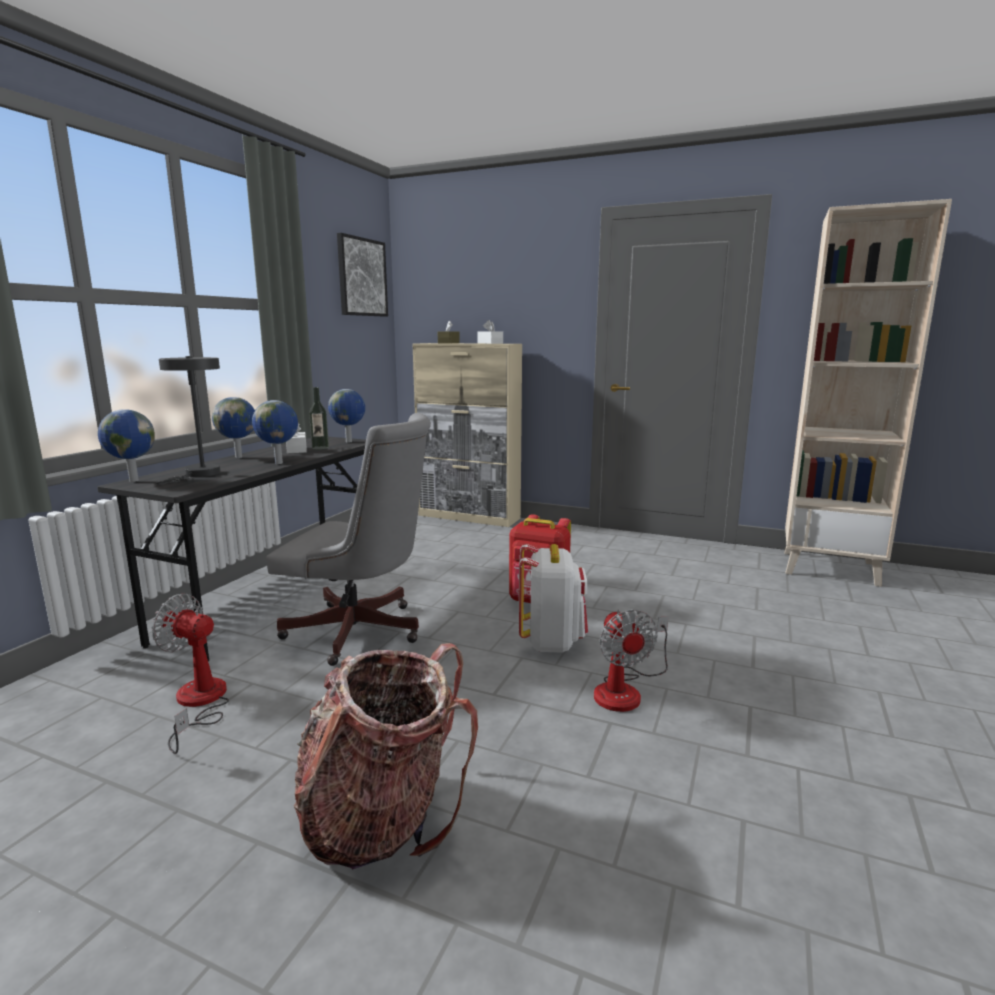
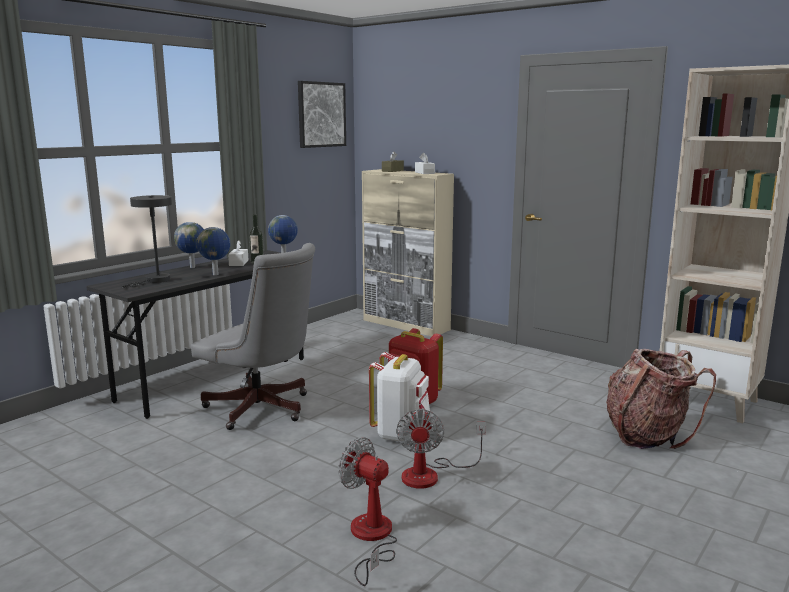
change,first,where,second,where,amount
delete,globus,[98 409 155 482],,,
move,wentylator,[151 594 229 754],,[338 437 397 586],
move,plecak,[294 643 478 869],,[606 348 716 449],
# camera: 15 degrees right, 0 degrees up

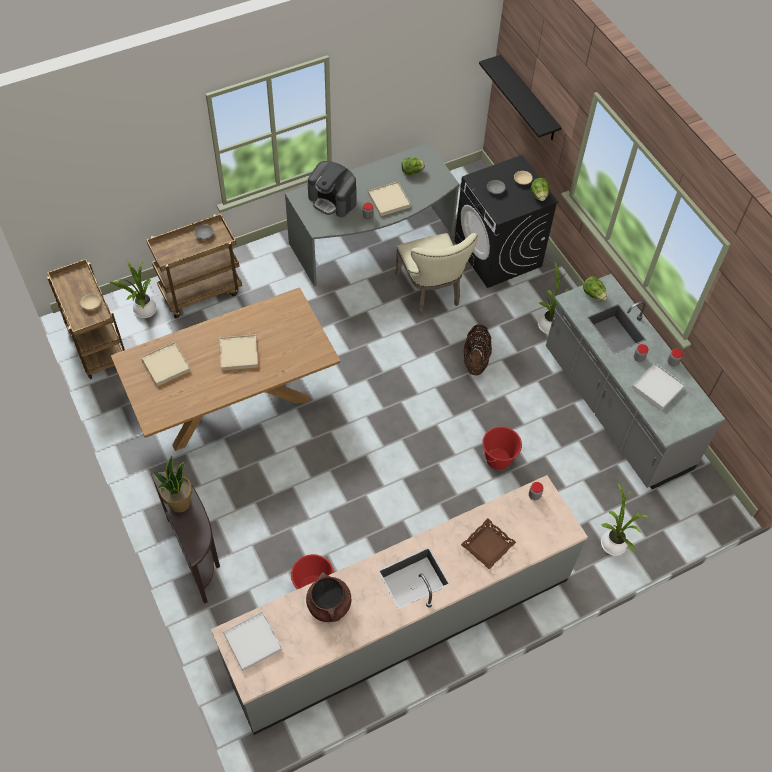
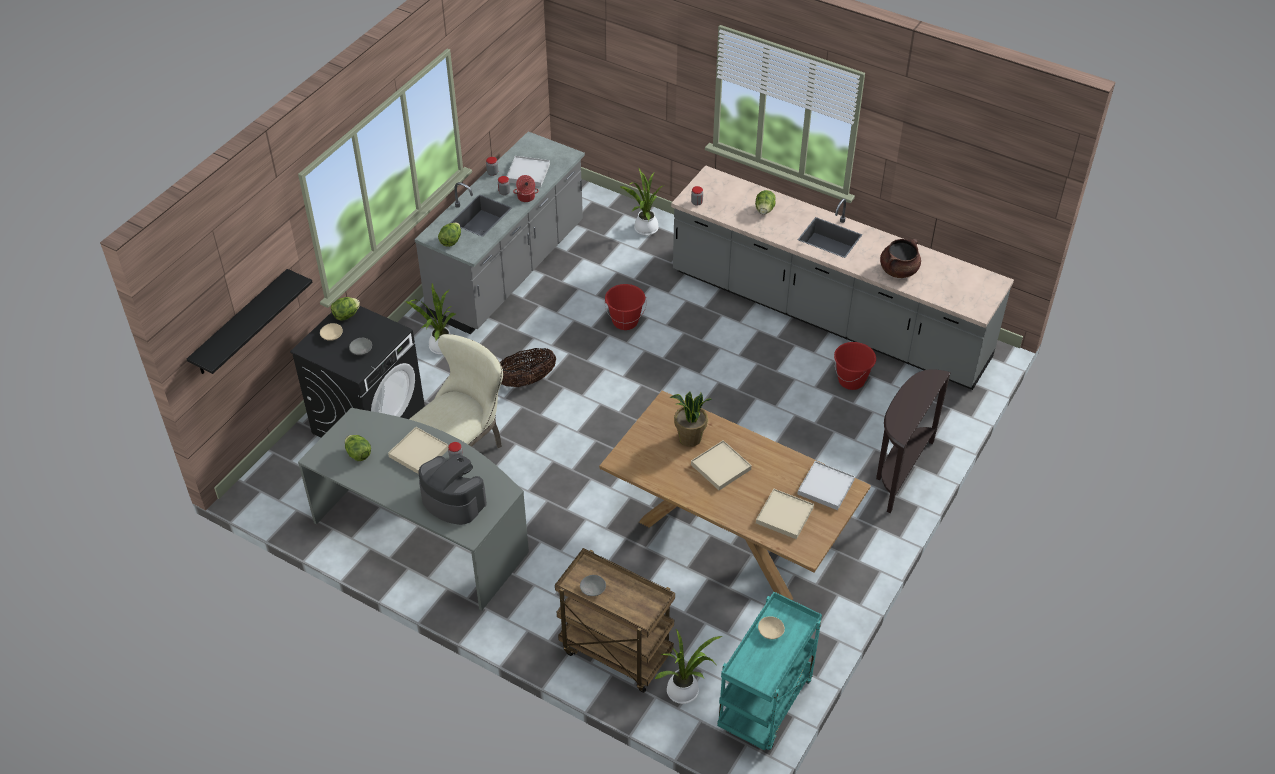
change,first,where,second,where,amount
recolor,wózek (brązowy),[47 259 125 379],wózek (turkusowy),[717 592 822 750],
move,roślina doniczkowa,[153 456 193 513],,[670 391 712 447],
move,taca (biały),[223 611 282 671],,[798 461 855 510],
rotate,ekspres do kawy,[308 161 357 217],,[418 454 487 525],60 degrees counterclockwise
replace,taca (brązowy),[461 518 516 570],sałata,[755 190 776 214],
insert,,,garnek,[513 175 539 202],
# camera: 120 degrees left, 10 degrees down

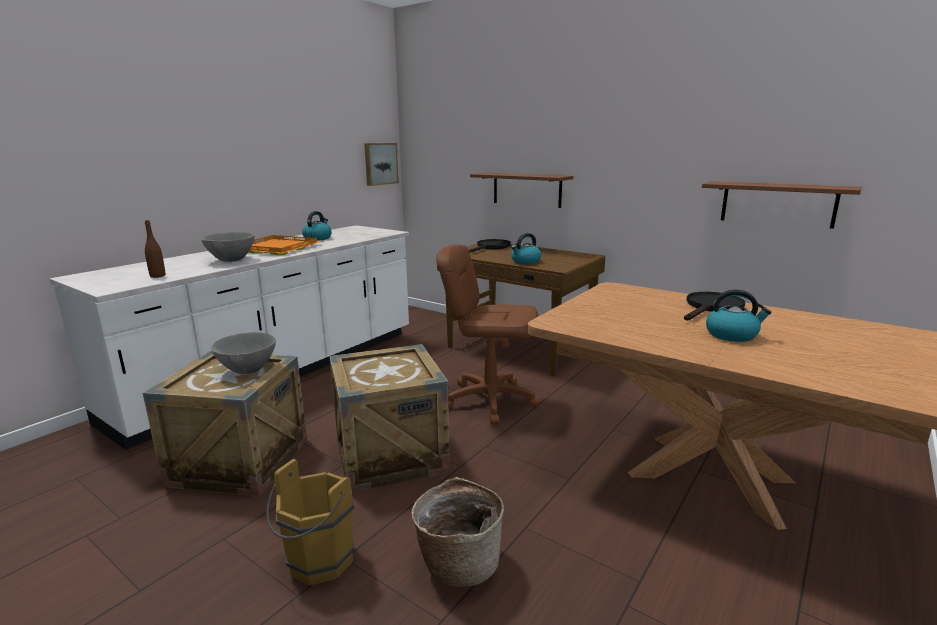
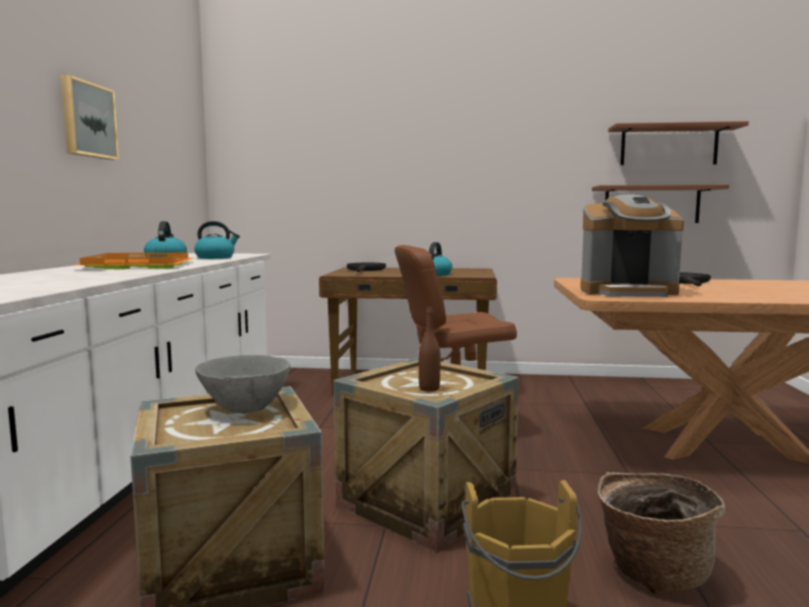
change,first,where,second,where,amount
move,butelka (brązowy),[145 220 165 278],,[419 307 441 392],
delete,miska (szary),[201 232 255 262],,,
move,obraz,[364 143 399 186],,[61 75 119 160],
move,półka (brązowy),[470 173 573 208],,[608 121 749 165],
move,czajnik,[706 289 772 342],,[194 221 240 259],
insert,,,ekspres do kawy,[580 194 684 297],
# camera: 30 degrees left, 10 degrees down

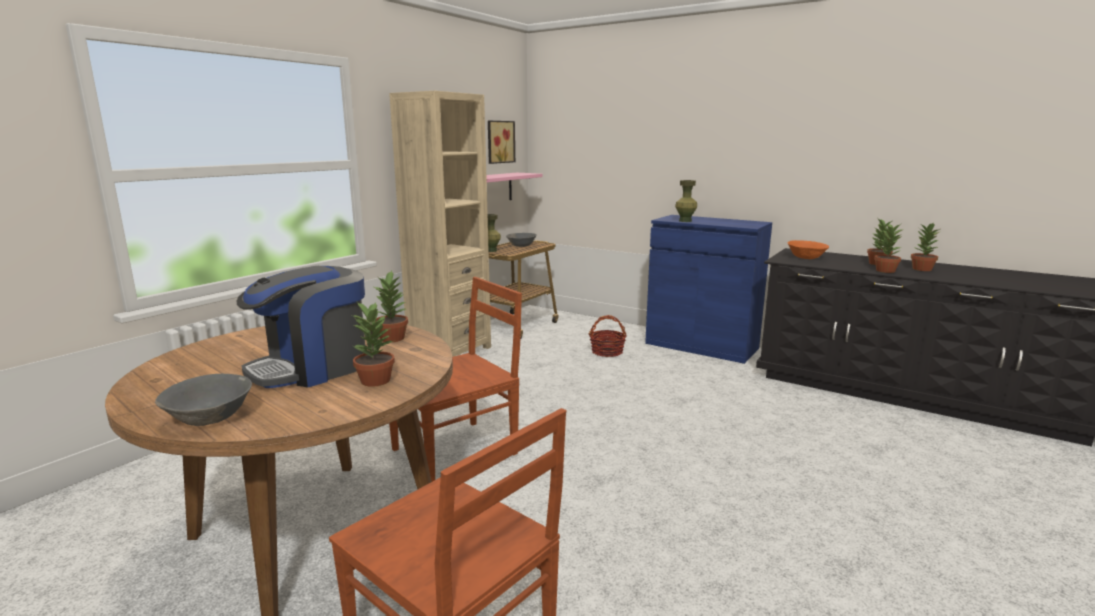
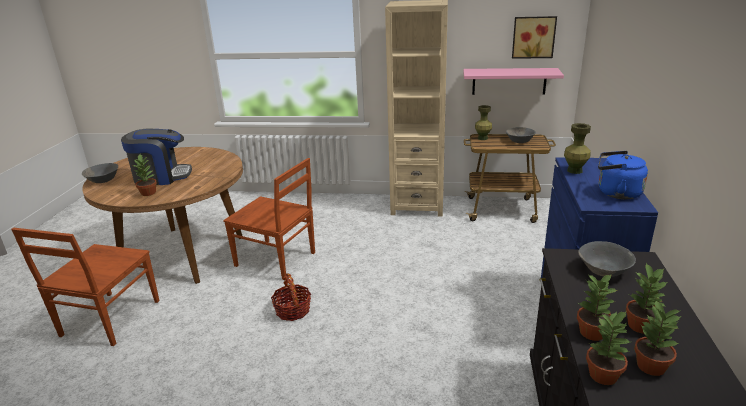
change,first,where,second,where,amount
rotate,ekspres do kawy,[237 266 365 388],,[121 129 192 185],150 degrees clockwise
move,roślina doniczkowa,[374 271 408 342],,[586 311 630 385],
move,koszyk,[589 315 627 357],,[271 273 311 321],
recolor,miska (pomarańczowy),[787 240 829 259],miska (szary),[578 241 636 277],
insert,,,czajnik (niebieski),[598 151 648 199],
# camera: 65 degrees right, 10 degrees up

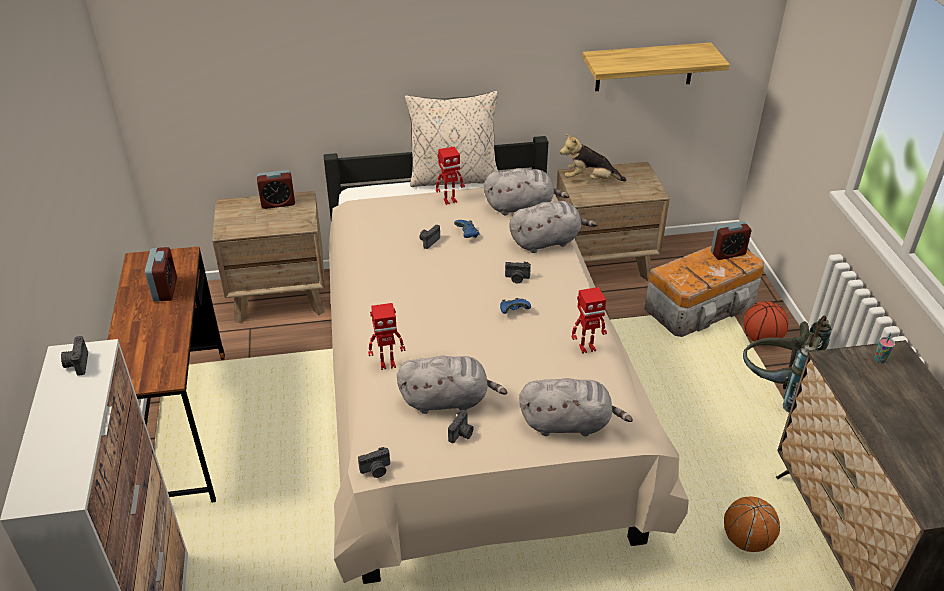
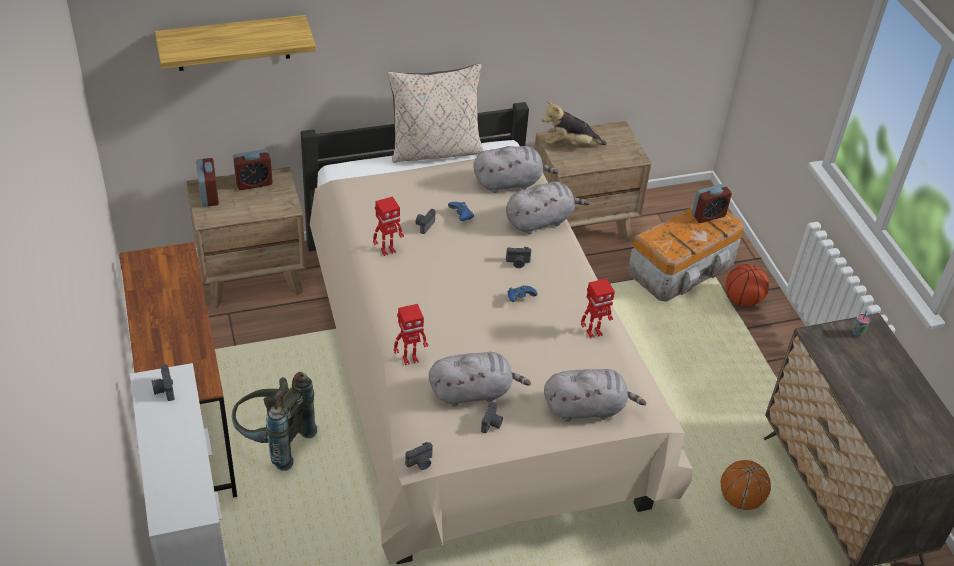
change,first,where,second,where,amount
move,budzik,[145 247 177 302],,[196 158 219 207],
move,robot zabawkowy,[436 147 465 205],,[373 197 404 256],
move,półka,[582 43 730 91],,[155 15 316 71],
move,plecak (szary),[743 316 831 412],,[232 372 317 471],
# camera: 10 degrees left, 5 degrees up

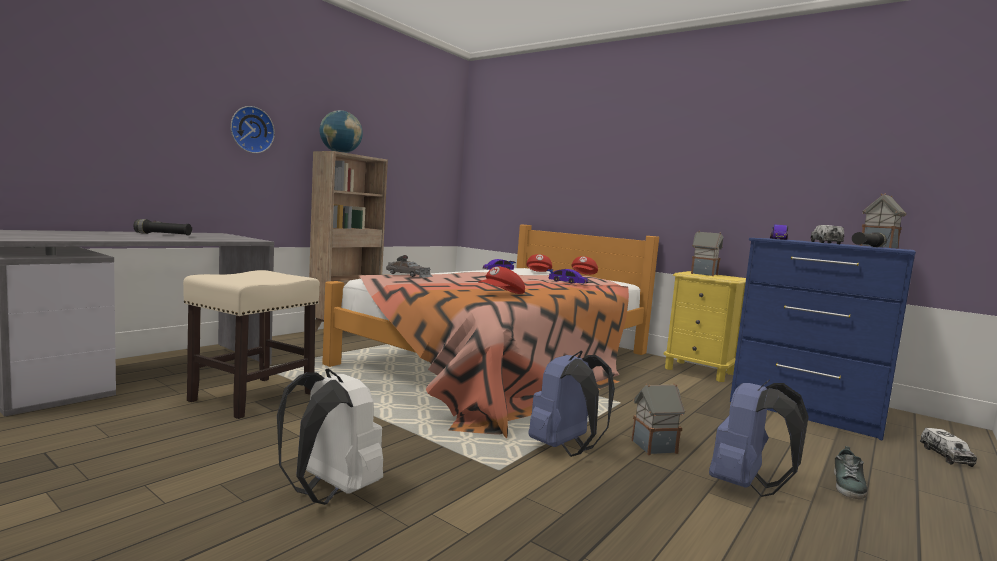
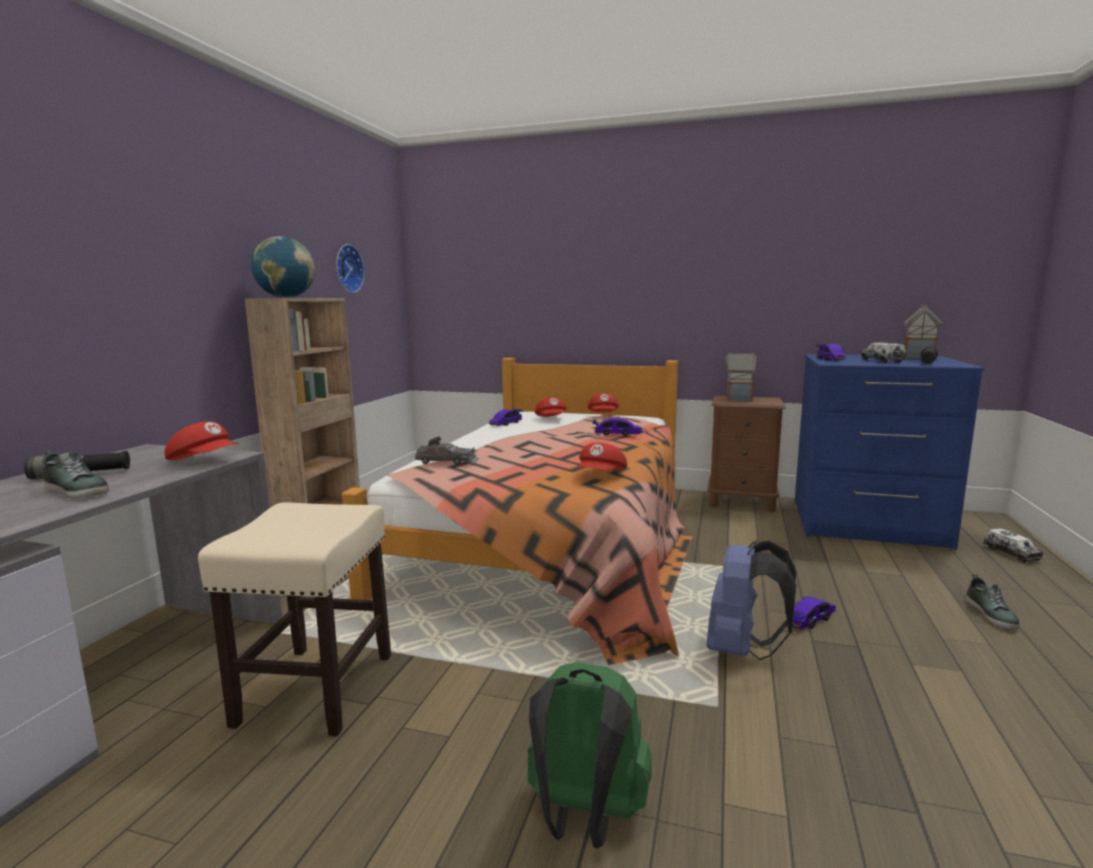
change,first,where,second,where,amount
move,zegar ścienny,[231 106 275 153],,[336 244 365 293],
recolor,plecak (biały),[277 368 383 505],plecak (zielony),[528 662 652 848],
replace,domek,[631 383 685 455],samochodzik,[785 596 836 630],
recolor,szafka nocna (żółty),[664 271 746 382],szafka nocna (brązowy),[708 396 786 512],
delete,plecak (niebieski),[709 379 809 497],,,
insert,,,but,[43 450 109 498],
insert,,,czapka z daszkiem (czerwony),[165 422 238 460],
# camera: 20 degrees left, 5 degrees up

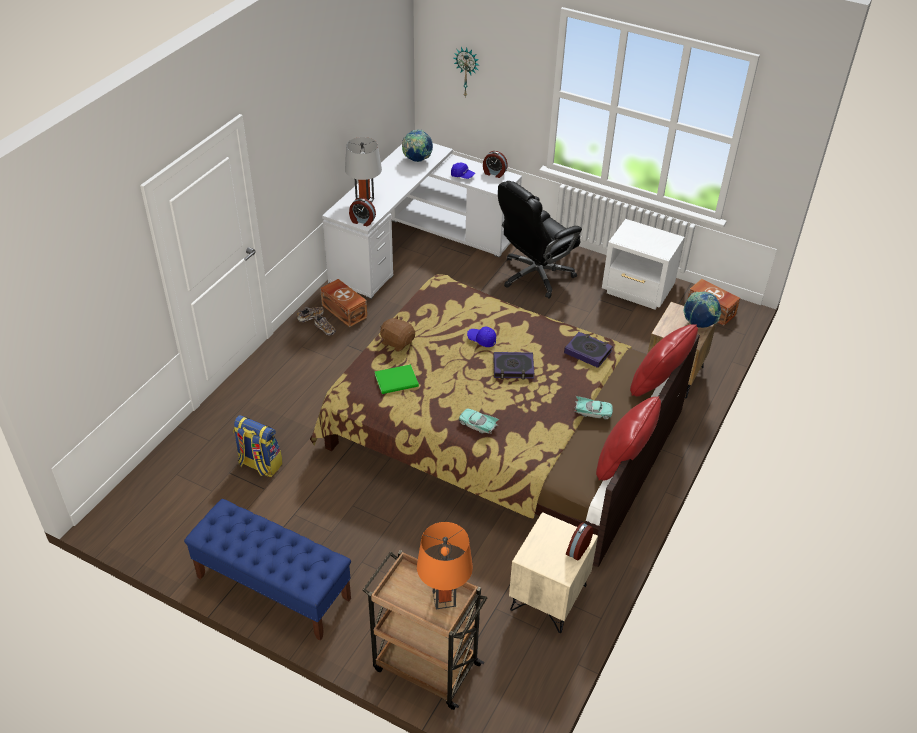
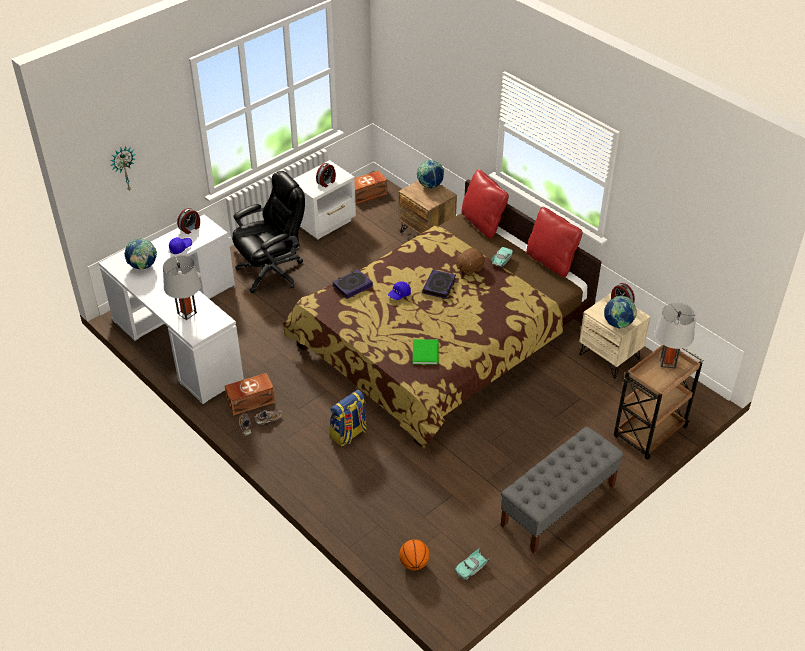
change,first,where,second,where,amount
recolor,ławka (niebieski),[184 499 351 641],ławka (szary),[500 426 624 553],
move,plecak,[233 415 283 477],,[330 390 367 447],
move,budzik,[349 198 376 226],,[316 163 336 188],
move,pluszak (brązowy),[380 315 415 352],,[456 248 485 276],
recolor,lampa stołowa (pomarańczowy),[417 522 473 609],lampa stołowa (szary),[655 303 696 368],
move,samochodzik (turkusowy),[459 408 500 433],,[455 548 490 580],
rotate,krzesło biurowe (czarny),[498 181 582 299],,[232 171 305 293],105 degrees counterclockwise
move,książka,[564 332 613 368],,[332 269 373 299],
insert,,,piłka do koszykówki,[399 539 430 570],
insert,,,globus,[604 296 637 329],
# camera: 70 degrees left, 0 degrees up

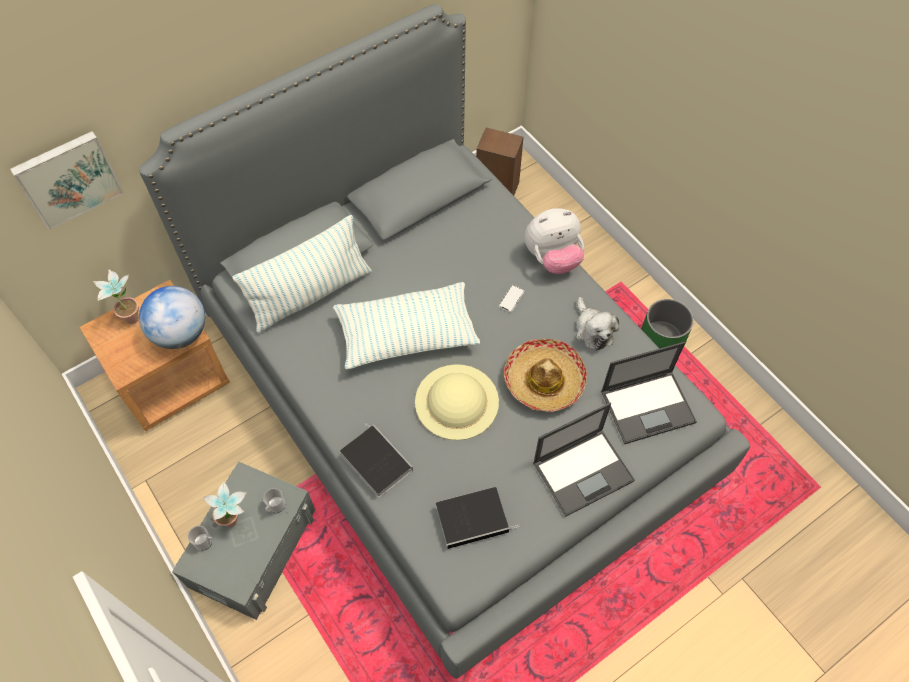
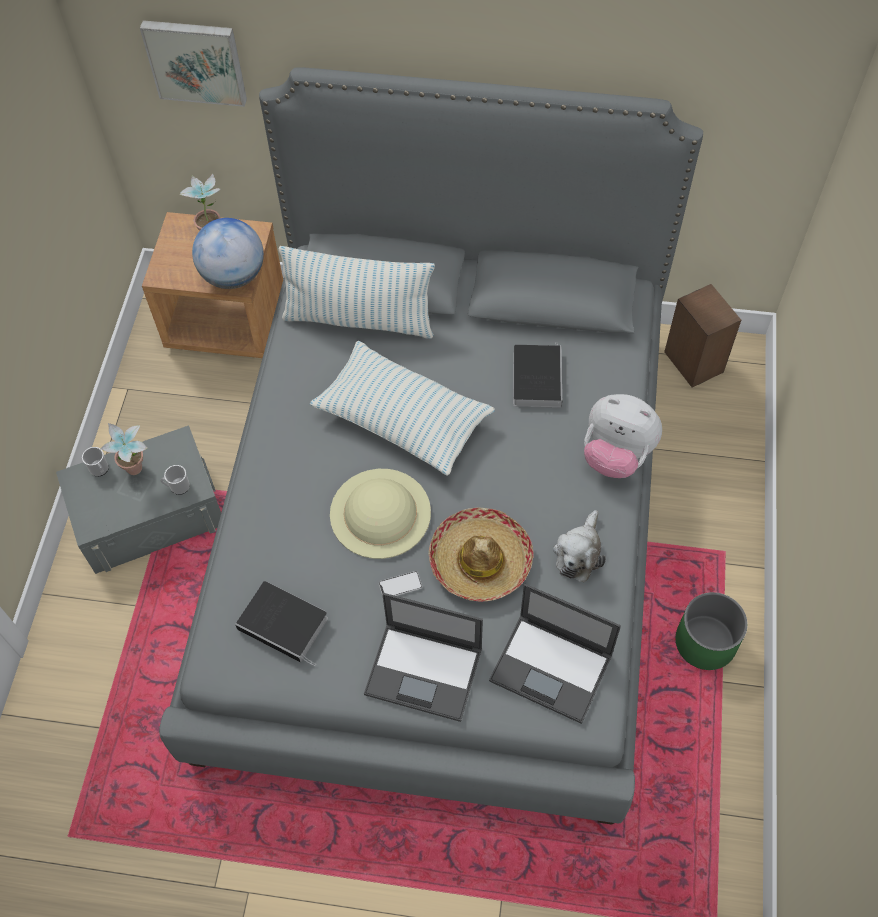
change,first,where,second,where,amount
move,książka,[340 423 413 498],,[513 342 562 407],
move,telefon,[498 285 525 312],,[379 571 422 597],
# camera: 45 degrees right, 0 degrees up

